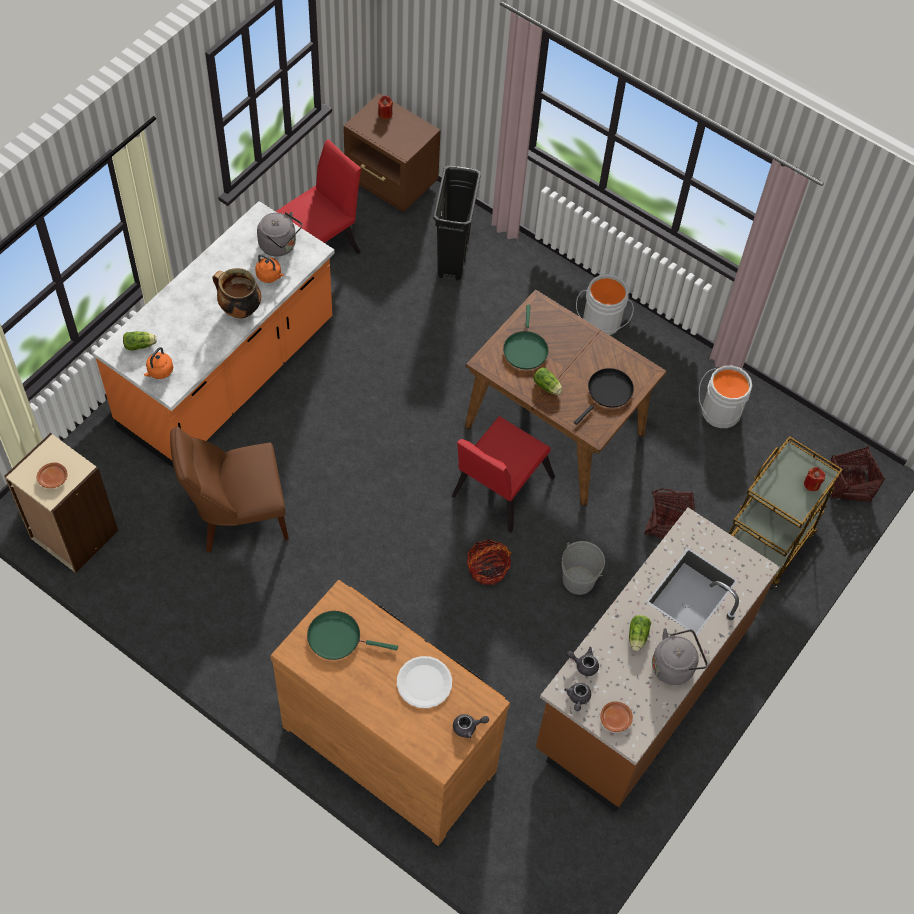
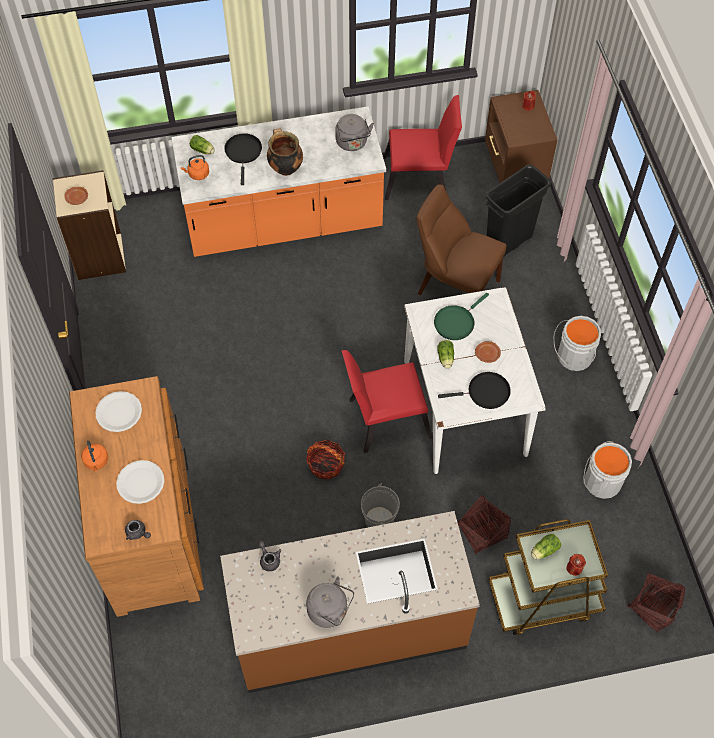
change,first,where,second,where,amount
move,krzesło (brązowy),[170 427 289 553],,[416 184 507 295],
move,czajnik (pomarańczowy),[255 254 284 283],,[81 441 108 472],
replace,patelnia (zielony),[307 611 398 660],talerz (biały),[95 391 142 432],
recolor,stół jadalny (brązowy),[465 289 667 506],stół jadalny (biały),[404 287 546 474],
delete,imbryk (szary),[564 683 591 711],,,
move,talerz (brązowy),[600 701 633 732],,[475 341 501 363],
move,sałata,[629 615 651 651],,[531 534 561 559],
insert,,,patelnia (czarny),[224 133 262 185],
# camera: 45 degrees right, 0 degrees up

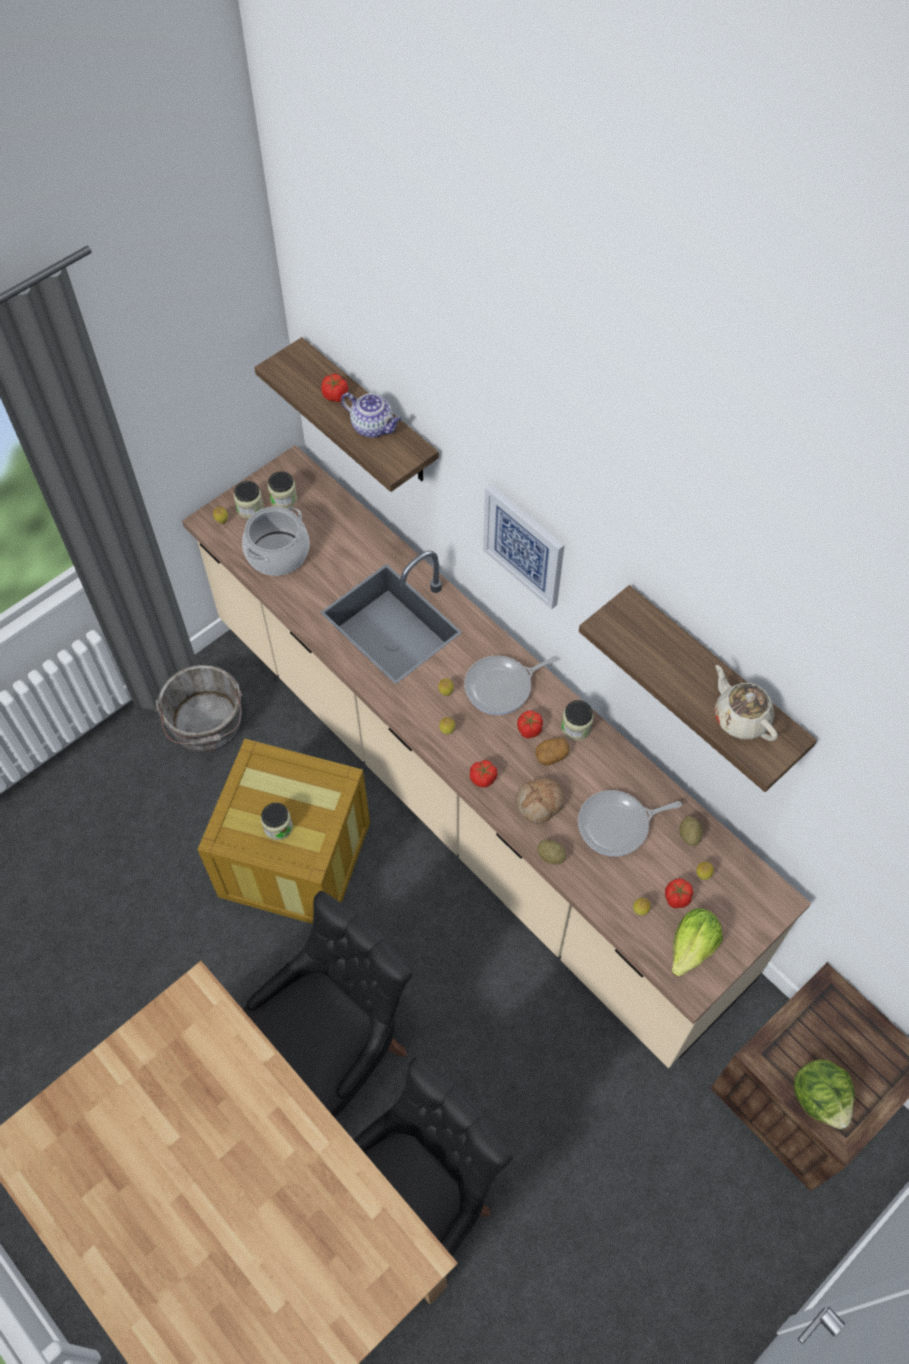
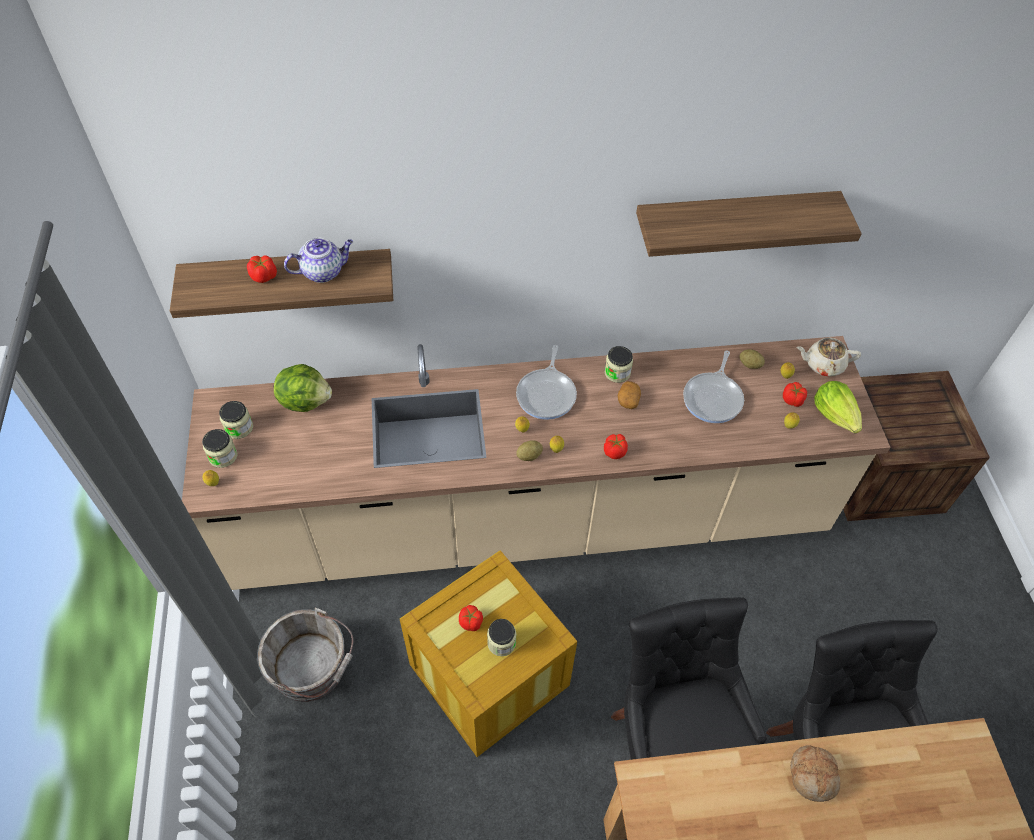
change,first,where,second,where,amount
delete,garnek,[242 507 309 576],,,
delete,obraz,[483 484 565 609],,,
move,chleb,[516 778 564 824],,[790 746 840 802],
move,pomidor,[517 710 543 738],,[459 605 483 631],
move,ziemniak,[537 840 566 864],,[516 440 543 461],
move,imbryk (beżowy),[715 665 778 741],,[796 338 861 377],
move,sałata,[794 1059 855 1129],,[274 364 332 412],
# camera: 55 degrees left, 5 degrees down

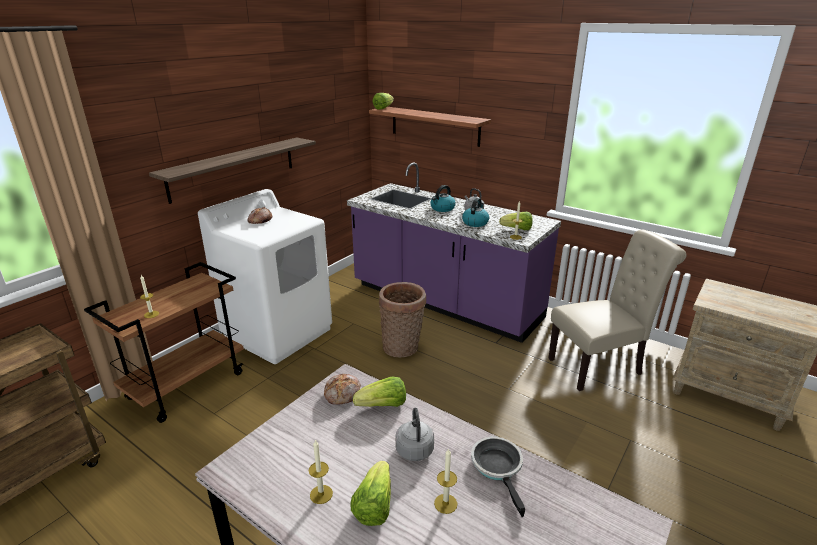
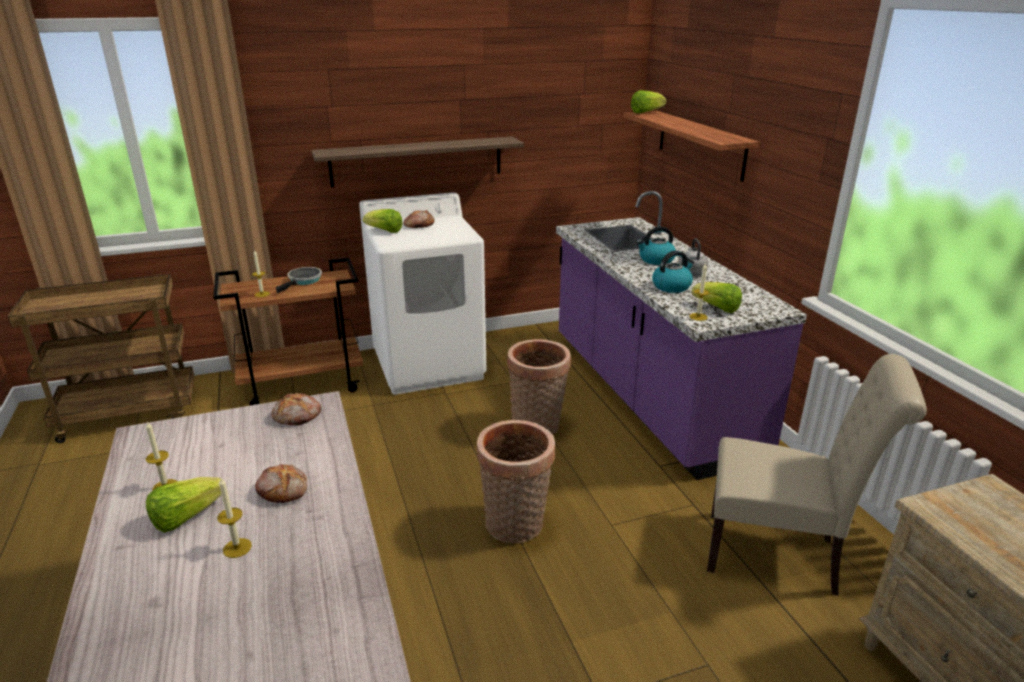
change,first,where,second,where,amount
move,sałata,[353 377 406 407],,[363 209 403 233],
replace,czajnik (szary),[395 408 434 461],chleb,[255 464 307 503],
move,patelnia,[471 437 525 517],,[276 267 322 293],
insert,,,koszyk,[477 420 555 543],
# camera: 35 degrees right, 0 degrees up

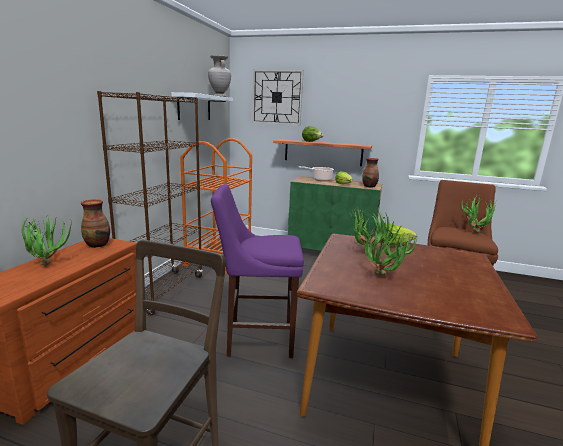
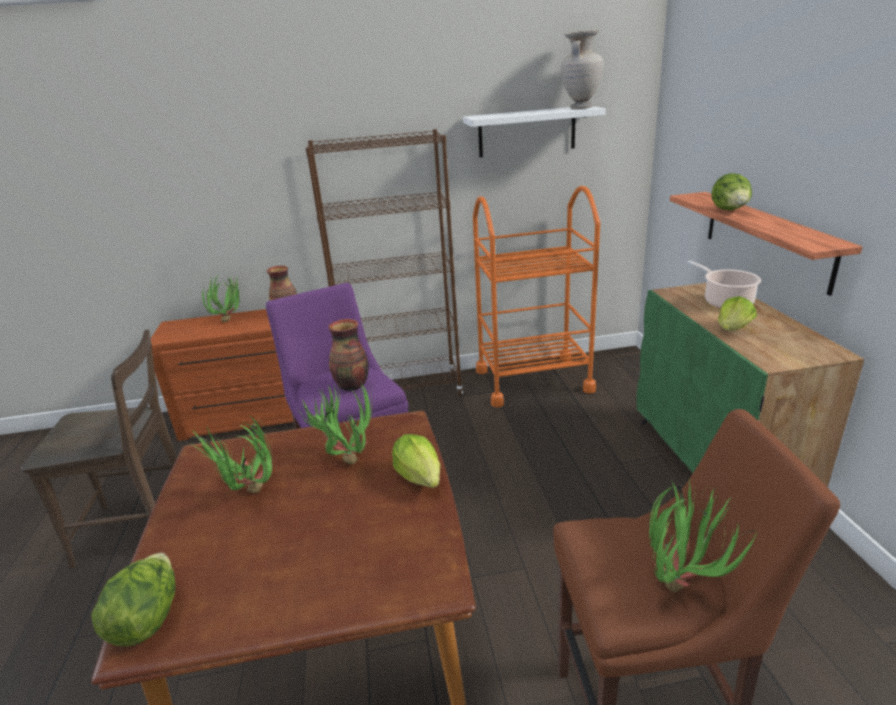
change,first,where,second,where,amount
delete,zegar ścienny,[252 69 304 125],,,
move,wazon,[362 158 379 187],,[329 319 369 391],
insert,,,sałata,[91 553 176 647],
# camera: 65 degrees right, 10 degrees up

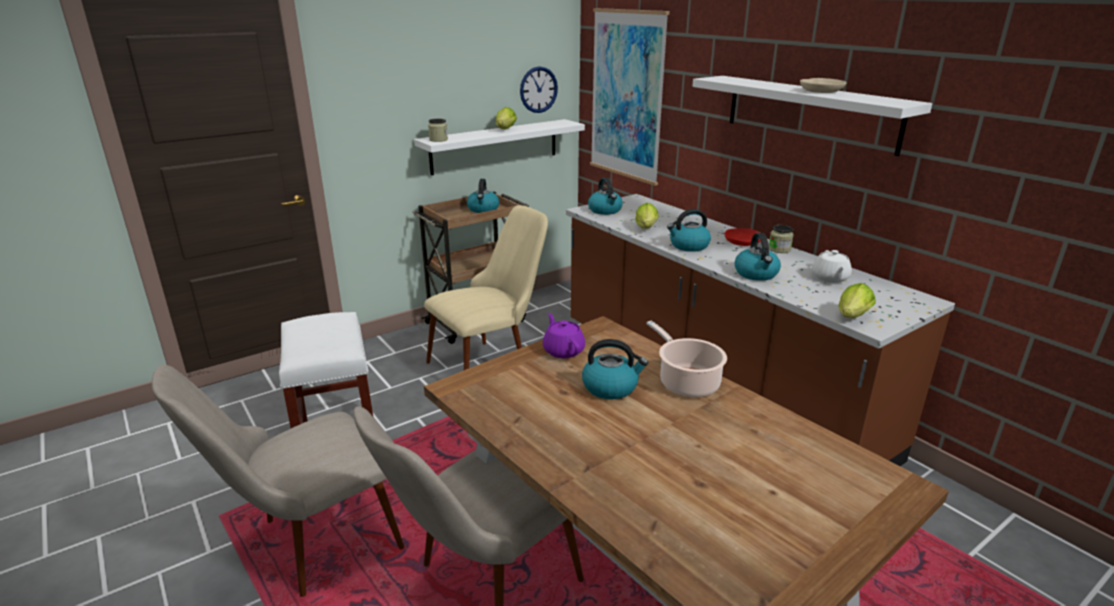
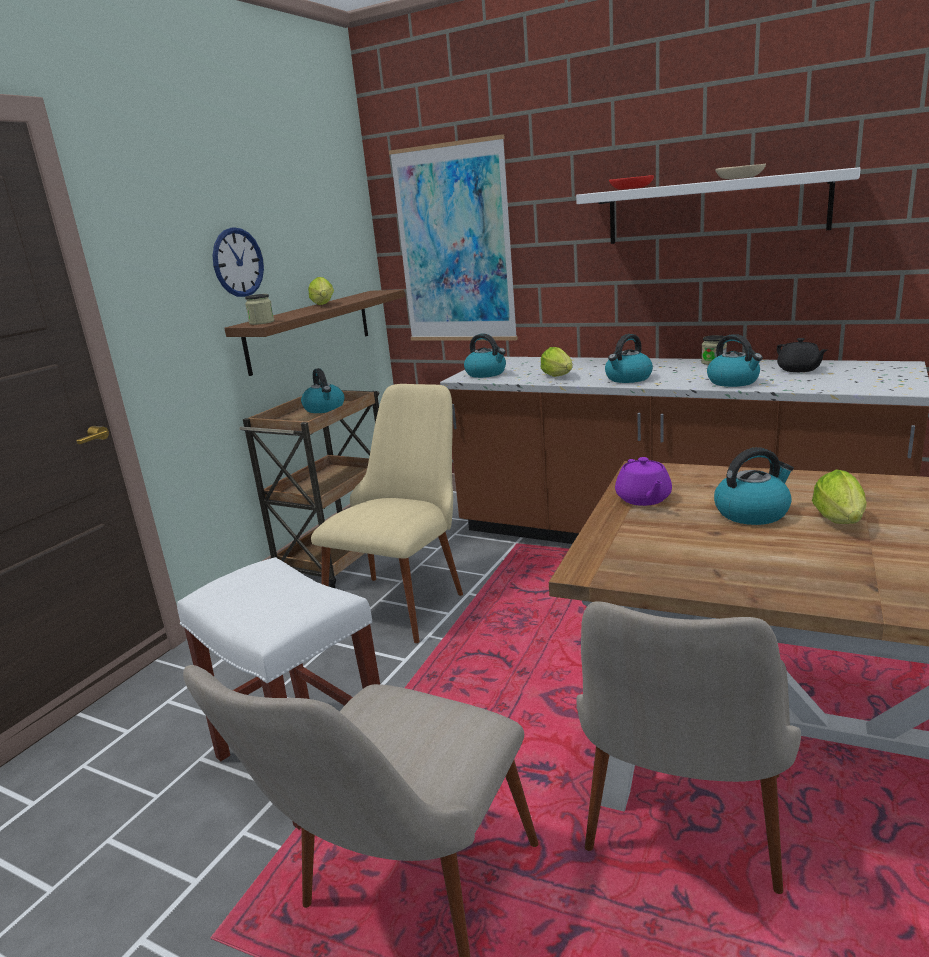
change,first,where,second,where,amount
recolor,półka (biały),[414 119 585 175],półka (brązowy),[224 289 405 376],
move,zegar ścienny,[520 66 558 113],,[212 227 264 297],
rotate,imbryk (fioletowy),[543 313 585 358],,[615 457 672 506],135 degrees counterclockwise
delete,garnek,[646 321 727 398],,,
move,miska (czerwony),[724 228 761 246],,[609 175 654 190],
recolor,imbryk (biały),[812 250 852 283],imbryk (czarny),[777 338 827 372],
move,sałata,[839 283 876 318],,[812 469 867 524],
# camera: 25 degrees left, 5 degrees down

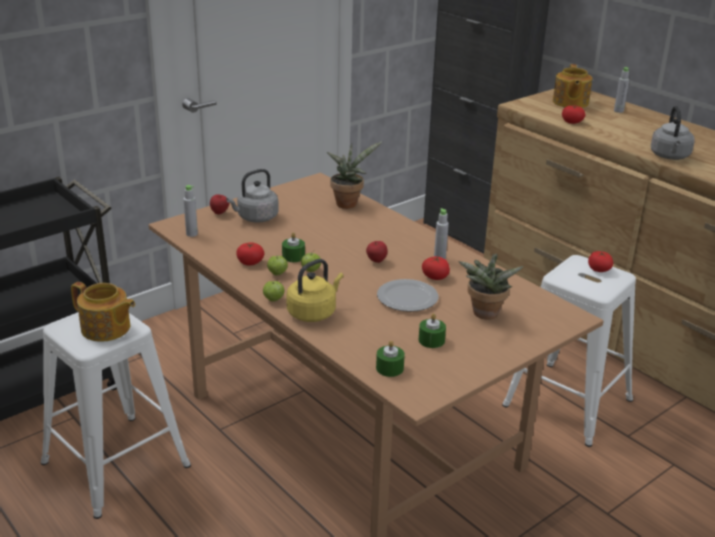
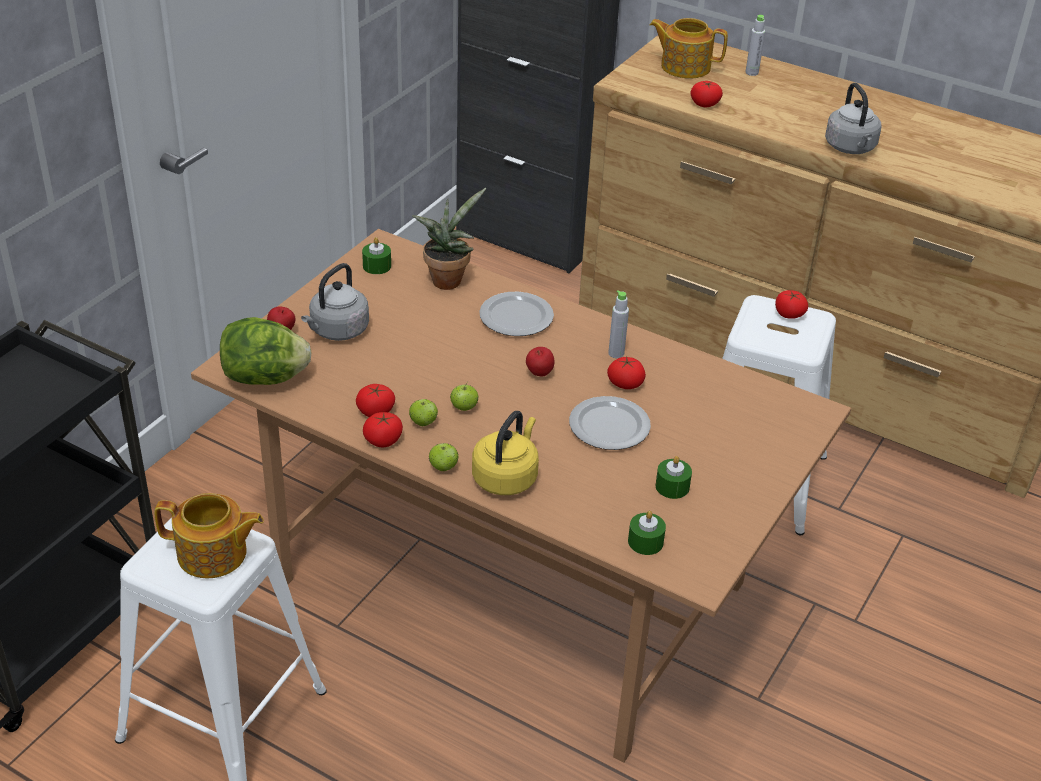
change,first,where,second,where,amount
replace,butelka (szary),[183 185 198 237],sałata,[220 317 312 385],
move,świeca (zielony),[282 232 305 262],,[362 237 391 274],
delete,roślina doniczkowa,[458 253 524 320],,,
rotate,imbryk,[553 64 592 108],,[650 18 728 79],120 degrees clockwise
insert,,,pomidor,[363 412 403 447],
insert,,,talerz,[479 292 554 336],
# camera: 20 degrees left, 10 degrees up

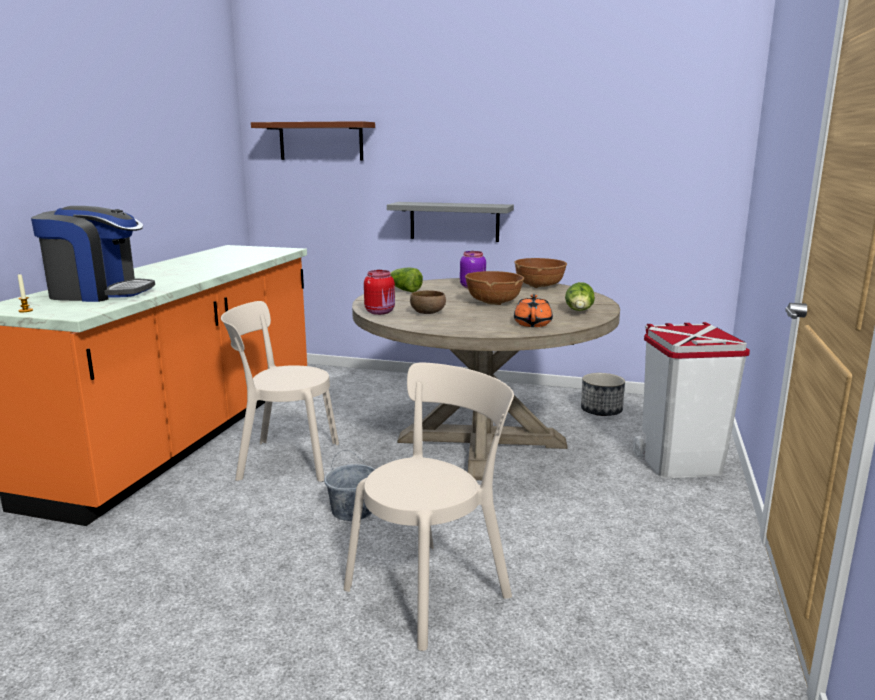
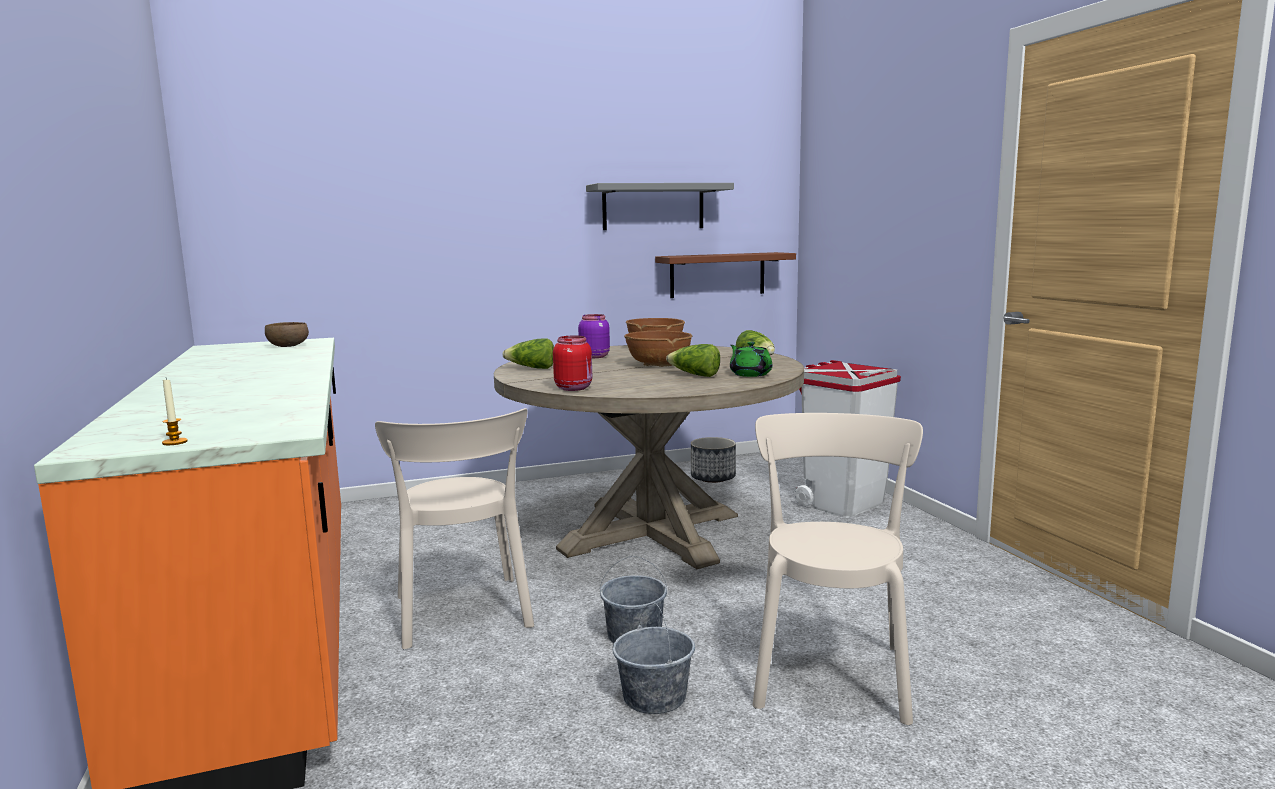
change,first,where,second,where,amount
delete,ekspres do kawy,[31 206 155 302],,,
rotate,krzesło (beżowy),[221 301 339 482],,[375 408 534 649],75 degrees counterclockwise
move,półka (brązowy),[251 121 375 160],,[655 252 796 298],
move,półka (szary),[387 202 514 242],,[586 183 734 230],
move,miska (brązowy),[410 290 446 314],,[265 322 309 347],
recolor,imbryk (pomarańczowy),[514 294 553 327],imbryk (zielony),[730 342 772 377],
insert,,,wiadro (szary),[612 603 695 714],
insert,,,sałata,[666 344 720 377],
# camera: 35 degrees left, 5 degrees down

